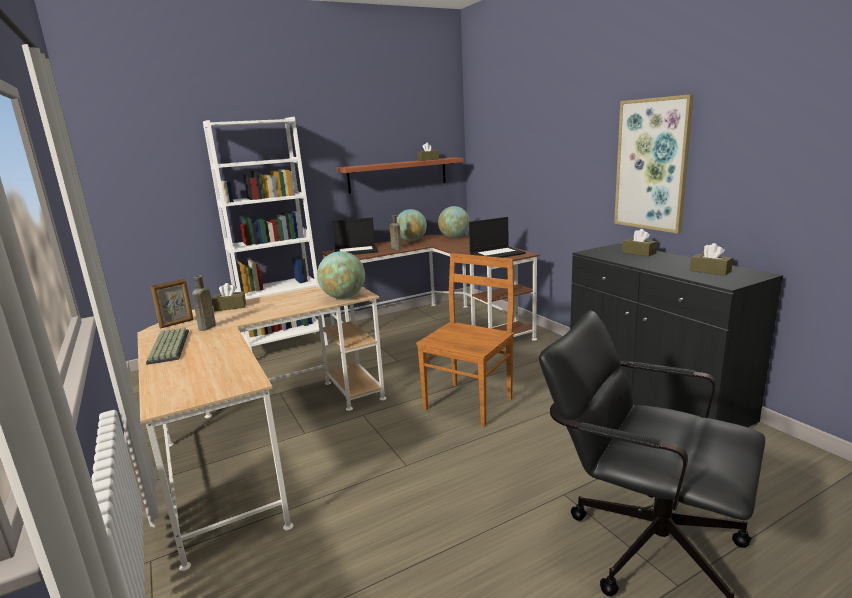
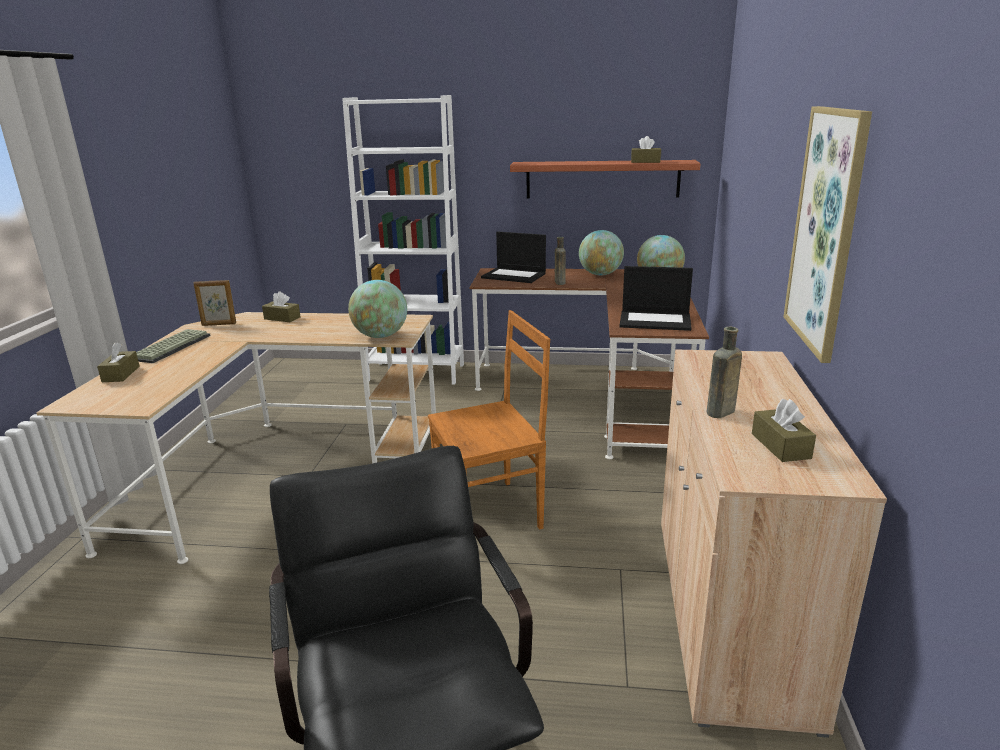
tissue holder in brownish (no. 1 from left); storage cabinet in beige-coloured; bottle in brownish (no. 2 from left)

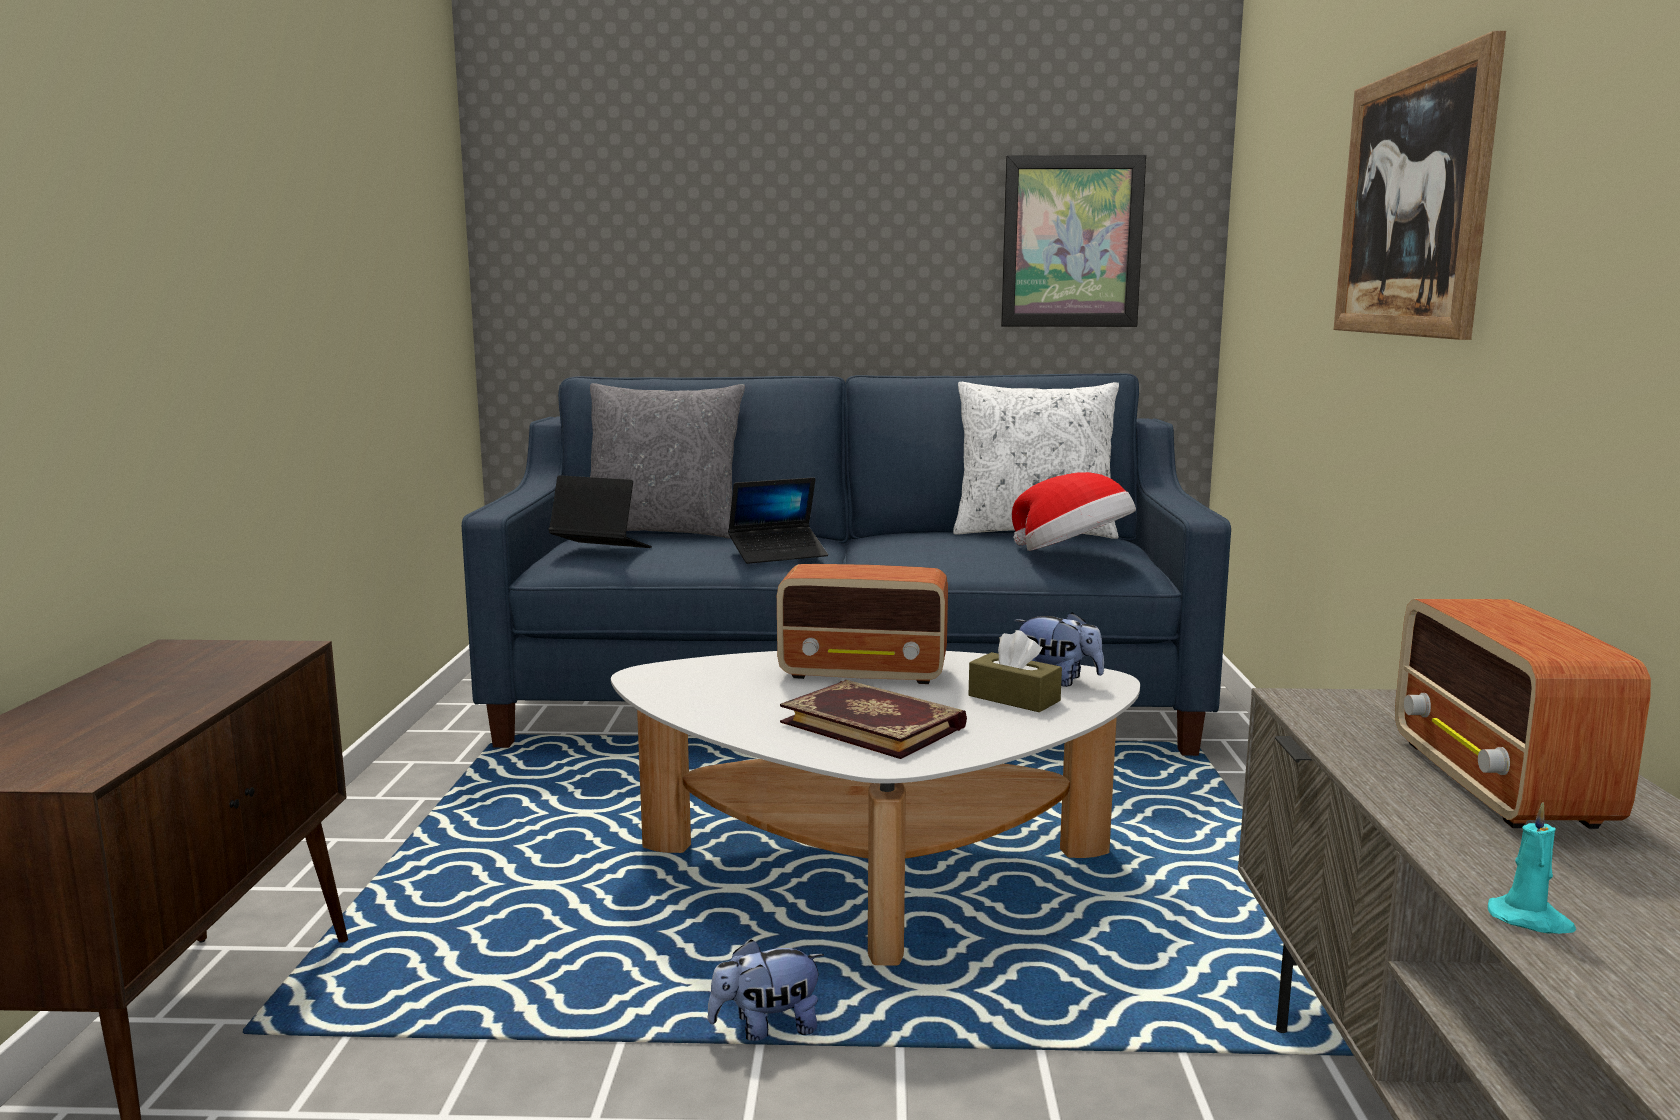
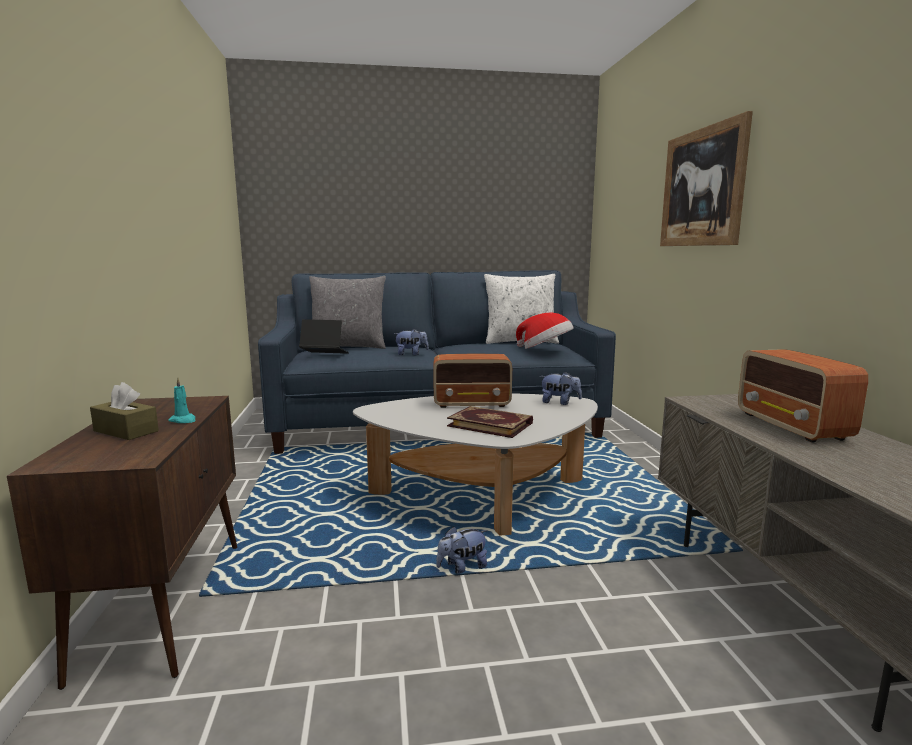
wall art (no. 1 from left in the first image); soft toy (no. 1 from left); tissue holder in brownish; candle in turquoise

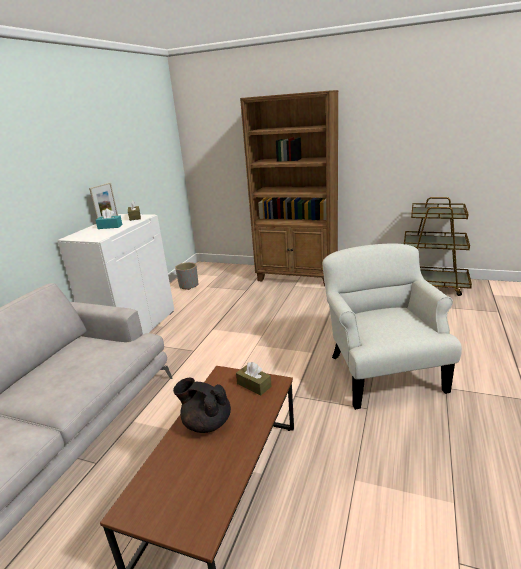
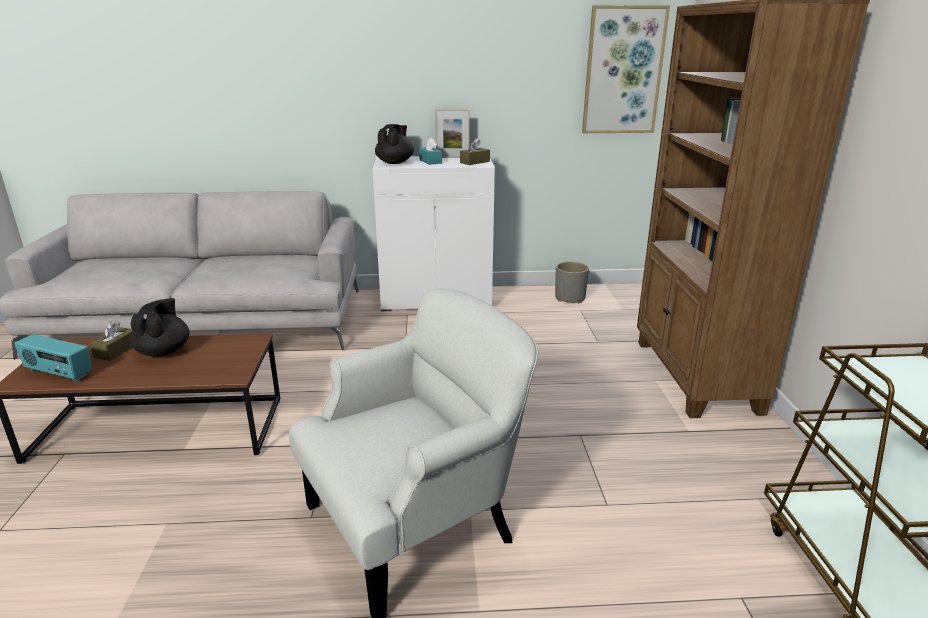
tissue holder in brownish (no. 1 from left); wall art; pot for tea in black-coloured (no. 2 from left); radio receiver

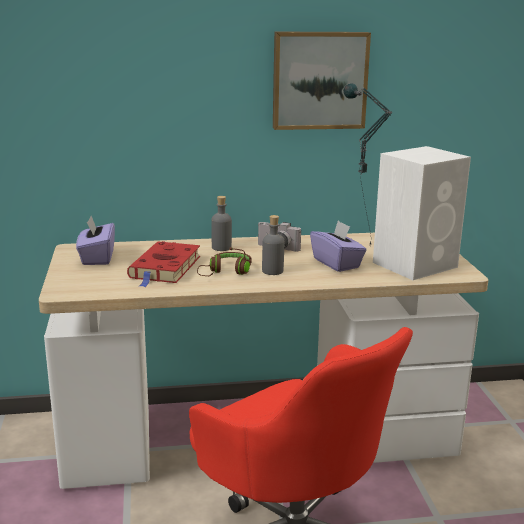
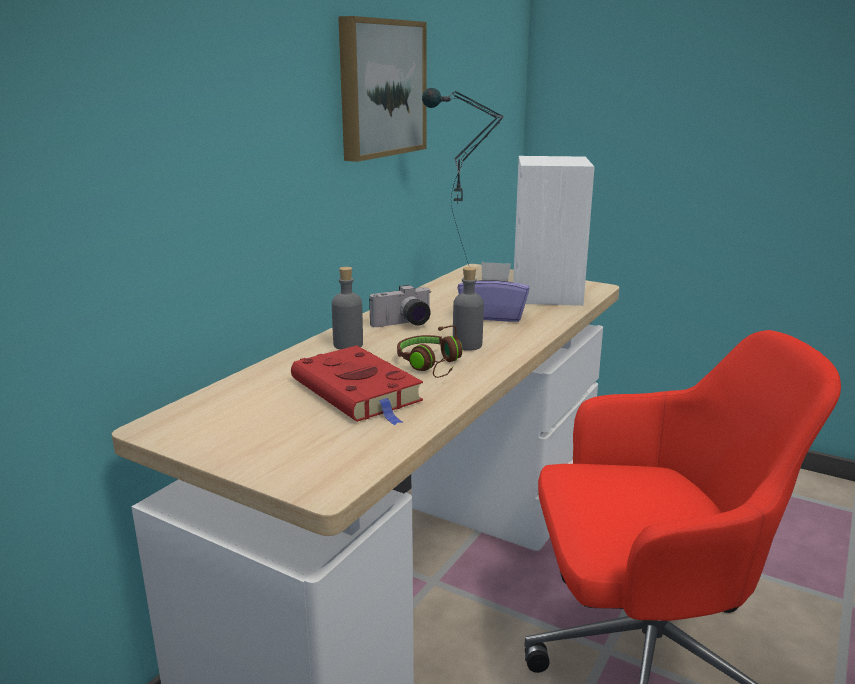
tissue holder in purple (no. 1 from left in the first image)

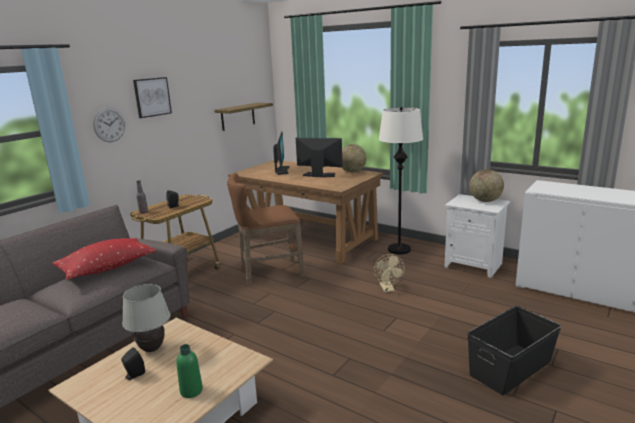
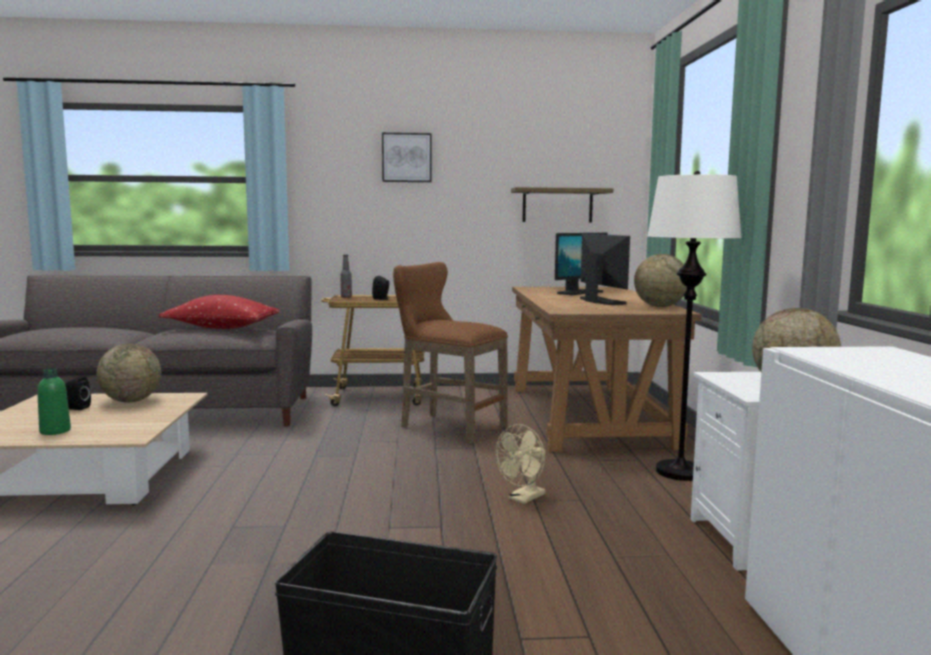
clock on the wall; globe (no. 1 from left)

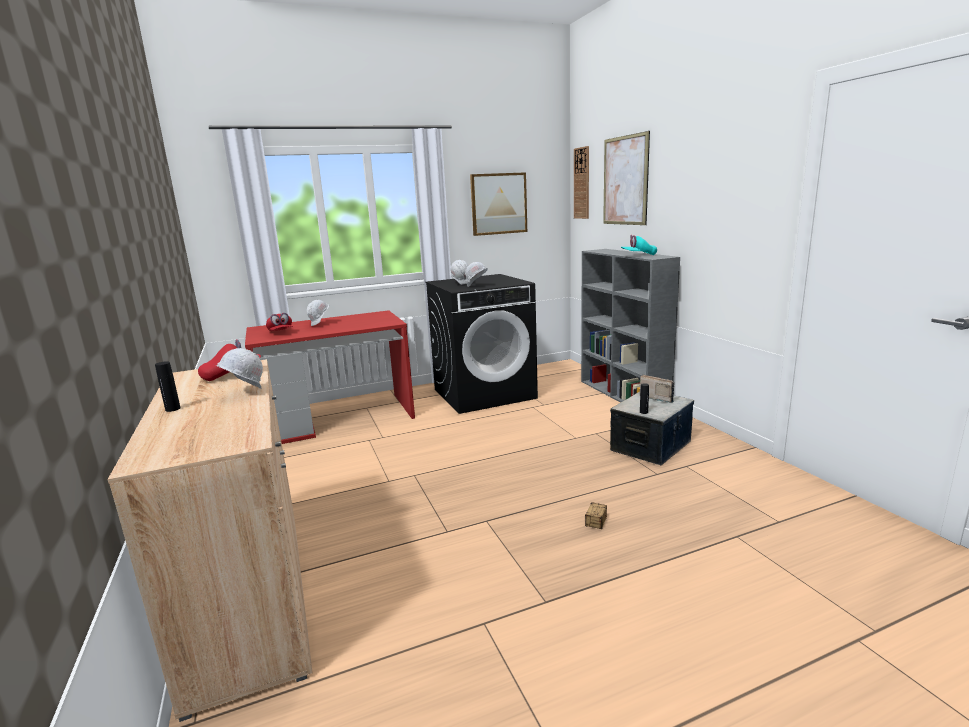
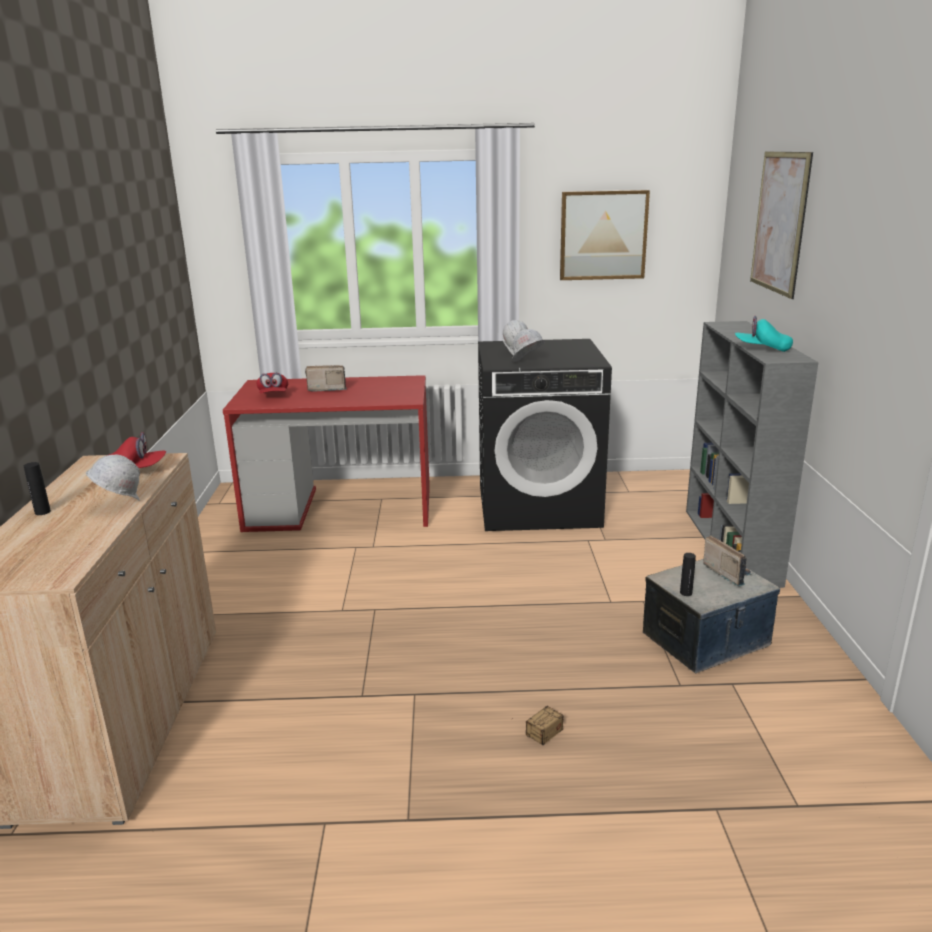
clock on the wall; radio receiver (no. 1 from left)

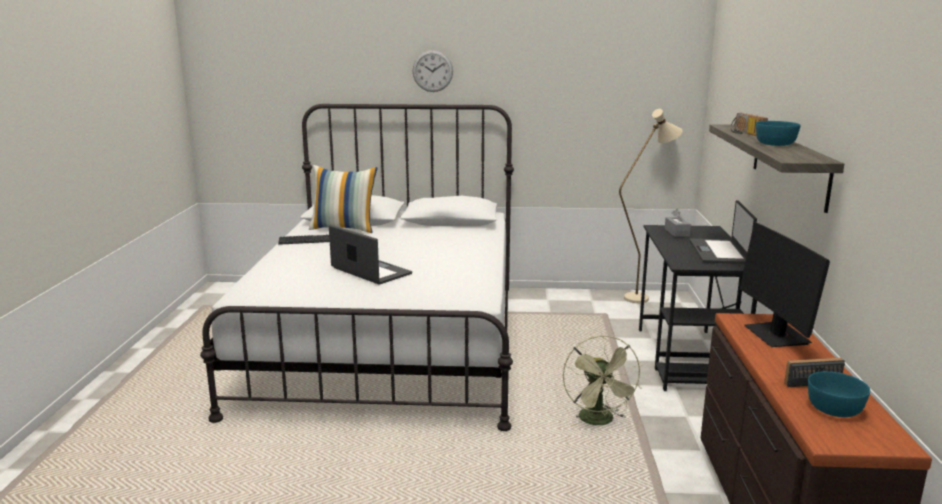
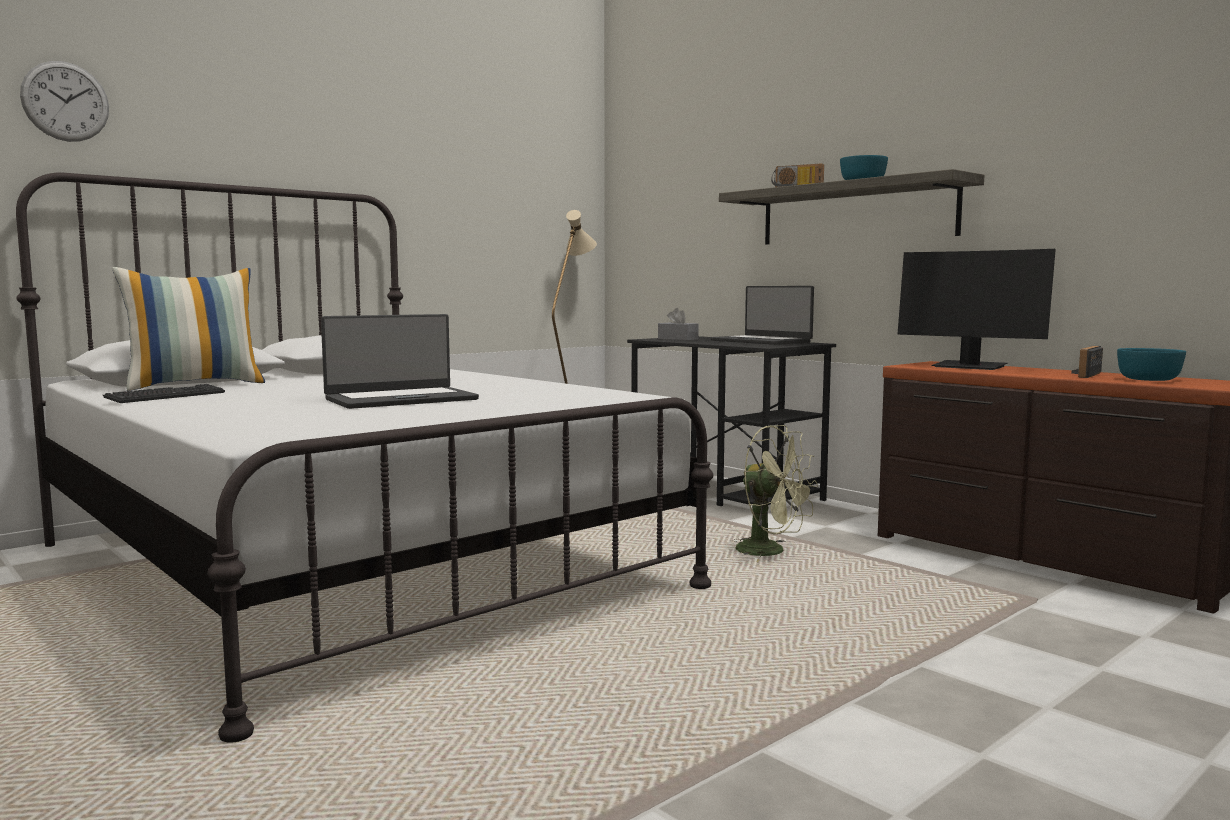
clock on the wall; notebook computer (no. 1 from left)

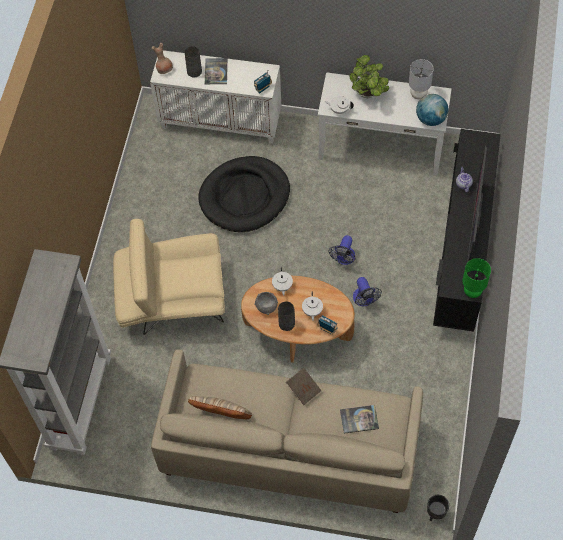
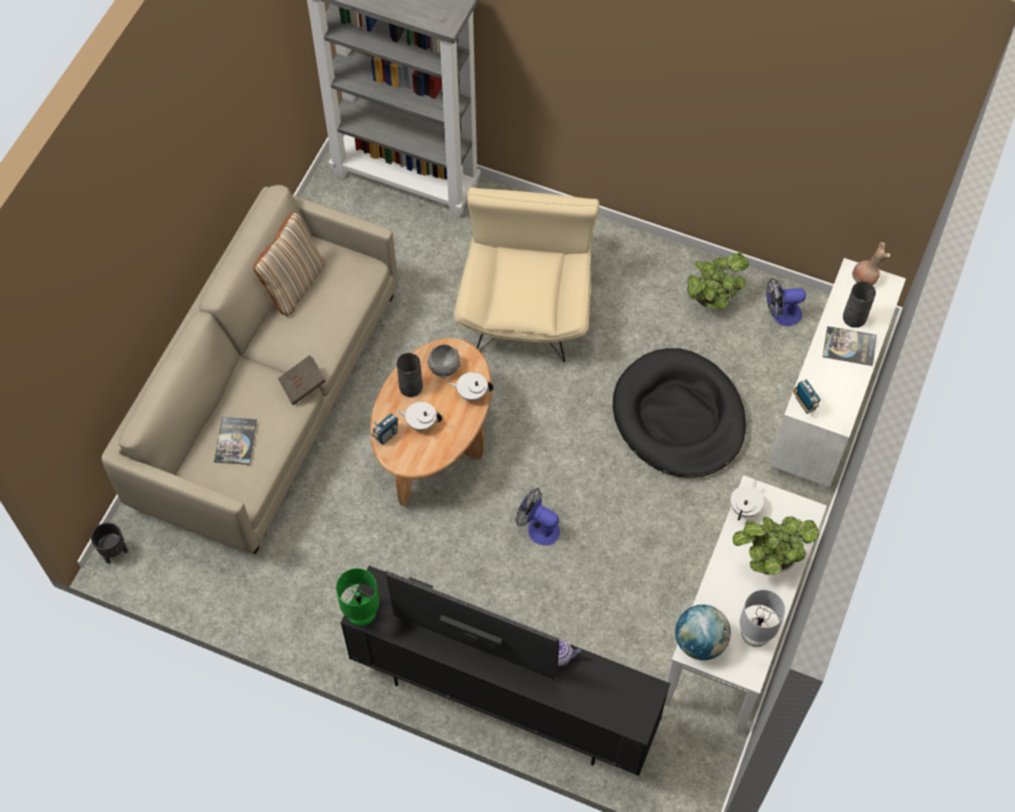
cooling fan (no. 2 from left); potted plant (no. 1 from left)

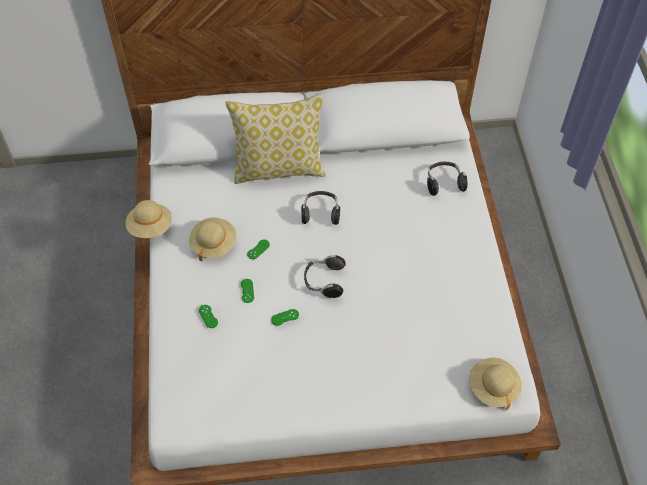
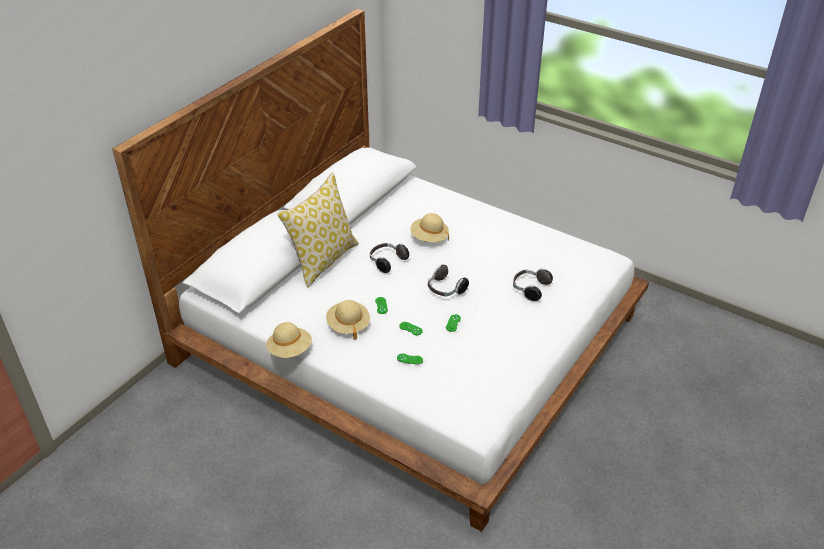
headphones (no. 3 from left); hat in beige-coloured (no. 3 from left)

